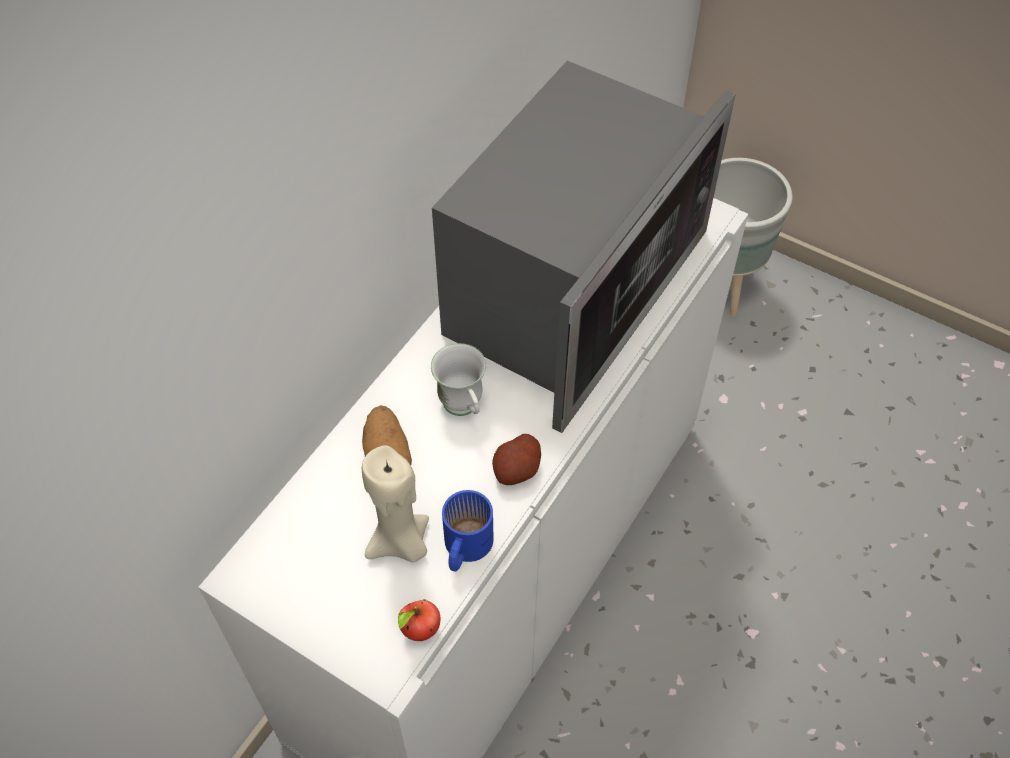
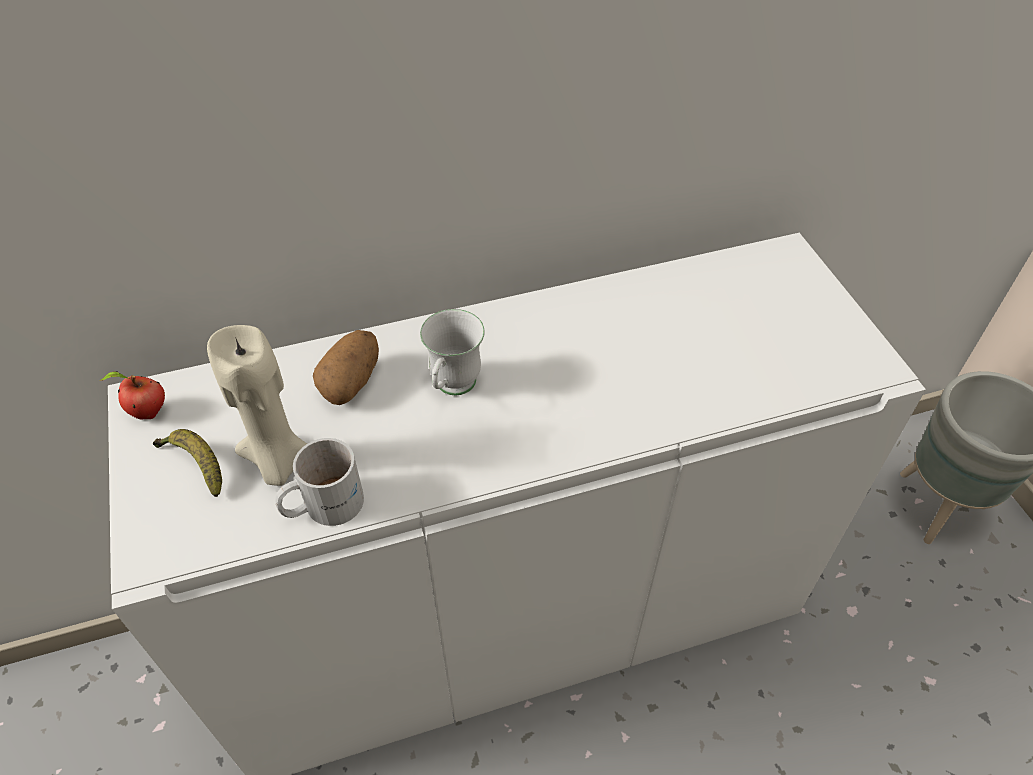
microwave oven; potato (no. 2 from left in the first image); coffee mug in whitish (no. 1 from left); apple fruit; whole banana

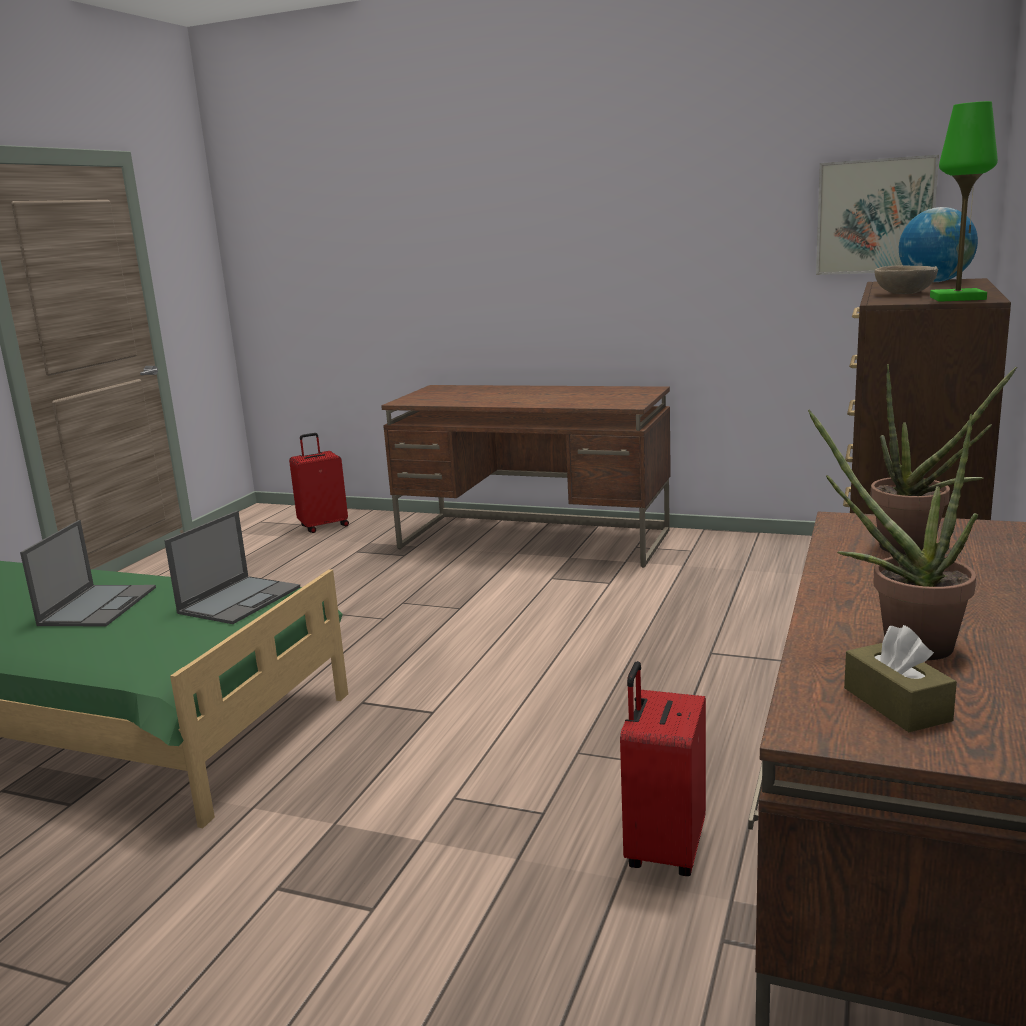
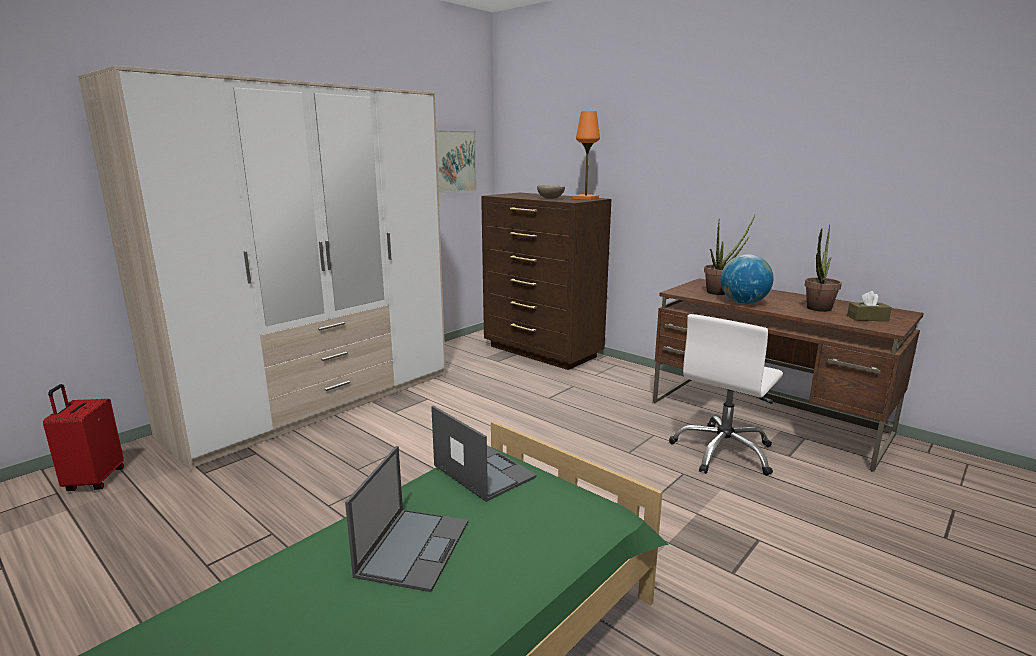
tabletop lamp in orange-coloured; globe; wardrobe; notebook computer (no. 1 from left); desk chair in whitish

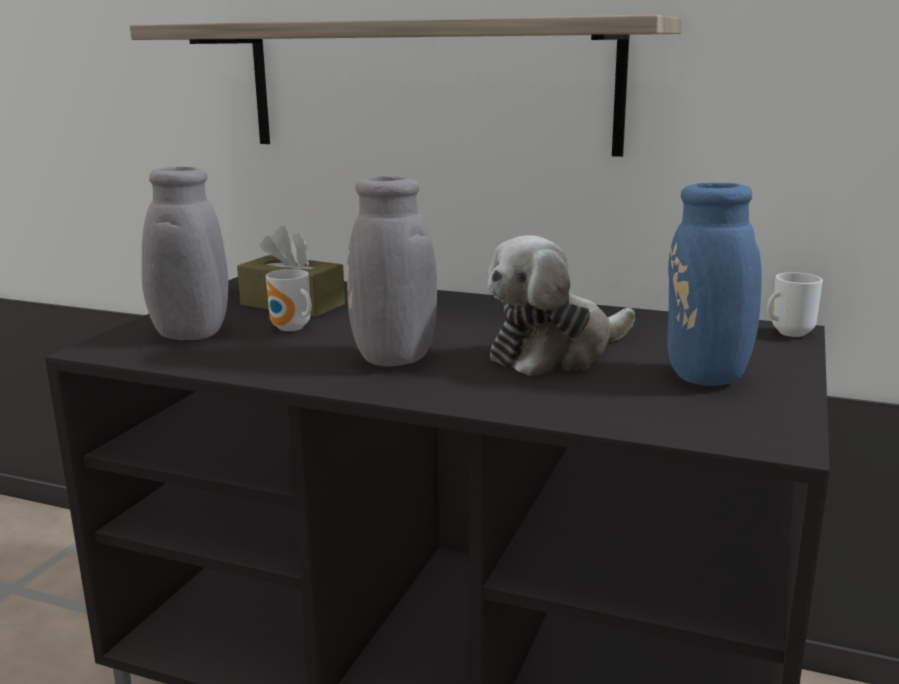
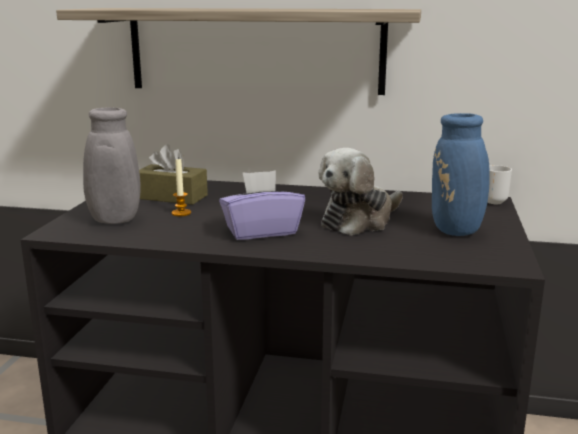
tissue holder in purple; candle

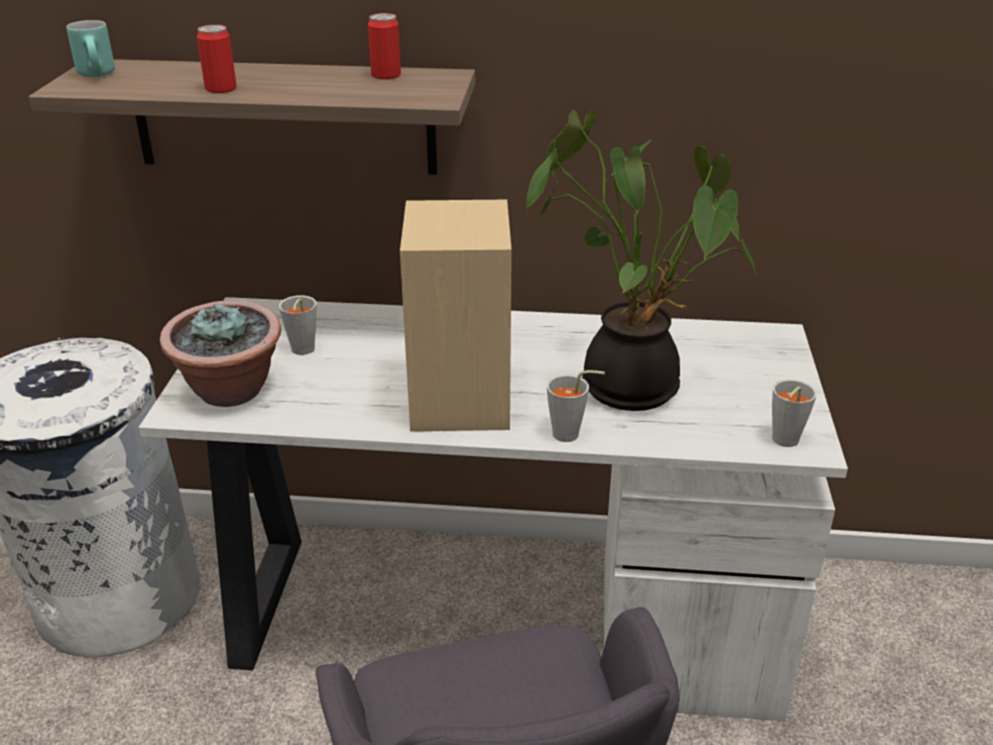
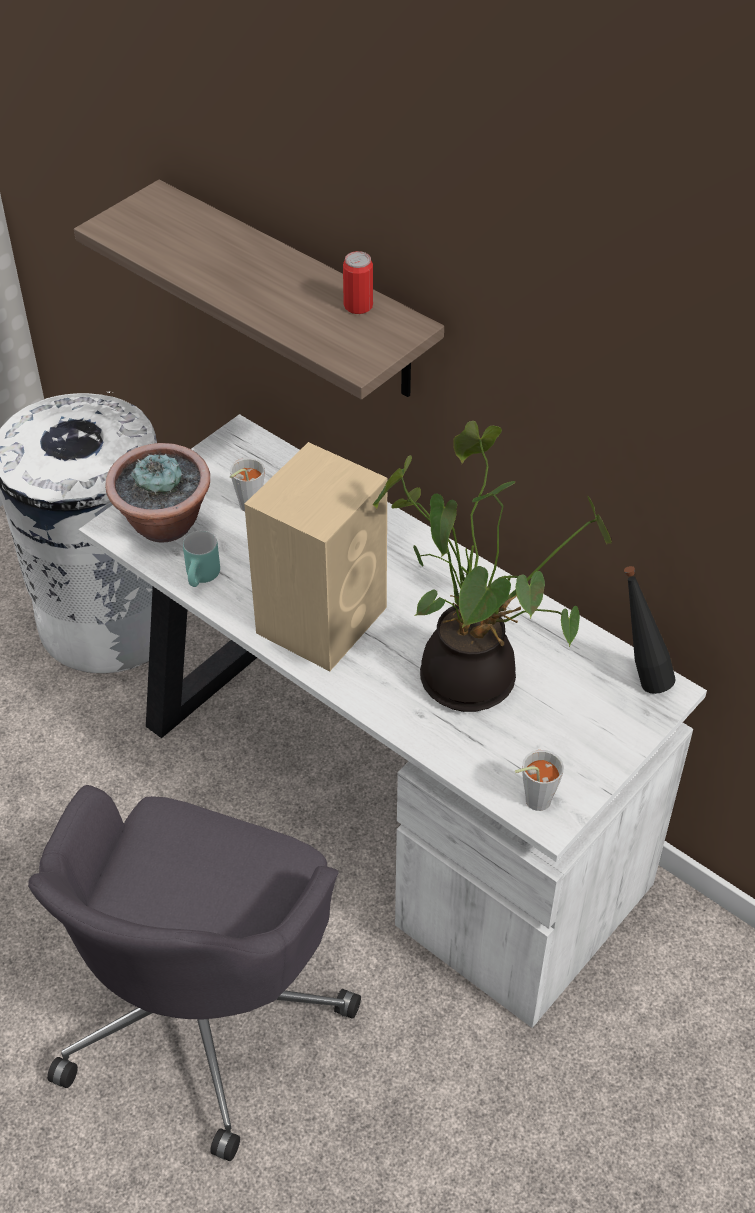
coffee mug in turquoise; metal can (no. 1 from left in the first image); small cup in gray (no. 2 from left in the first image); bottle in black-coloured

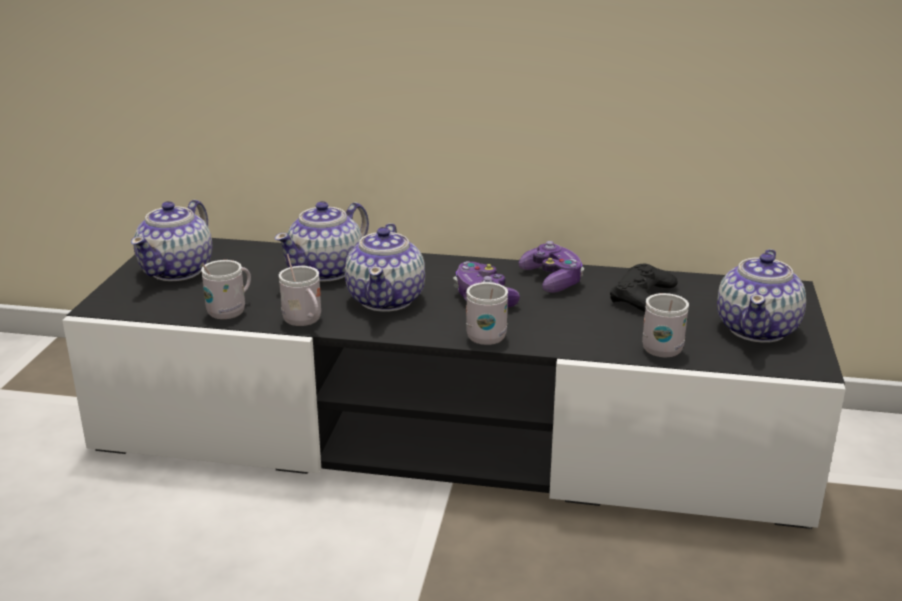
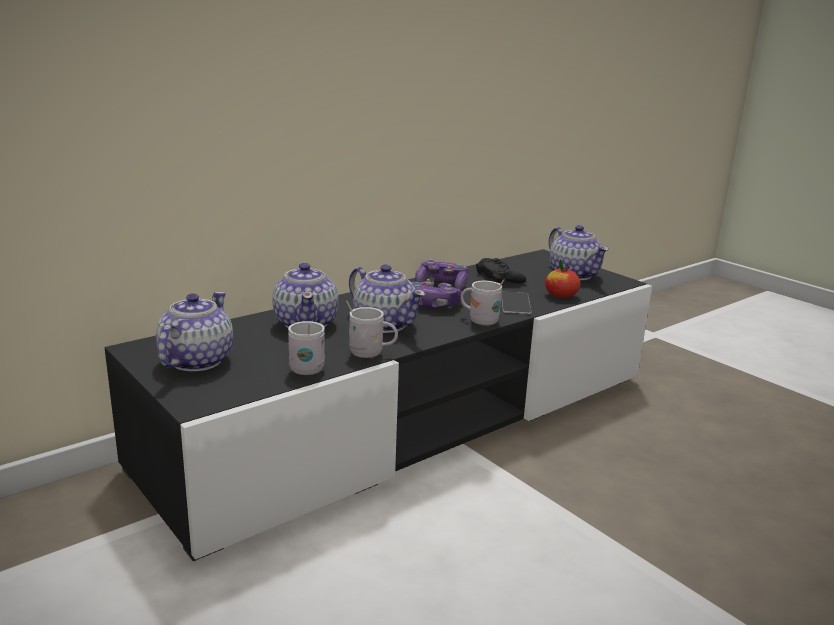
pot for tea (no. 1 from left); apple fruit; phone

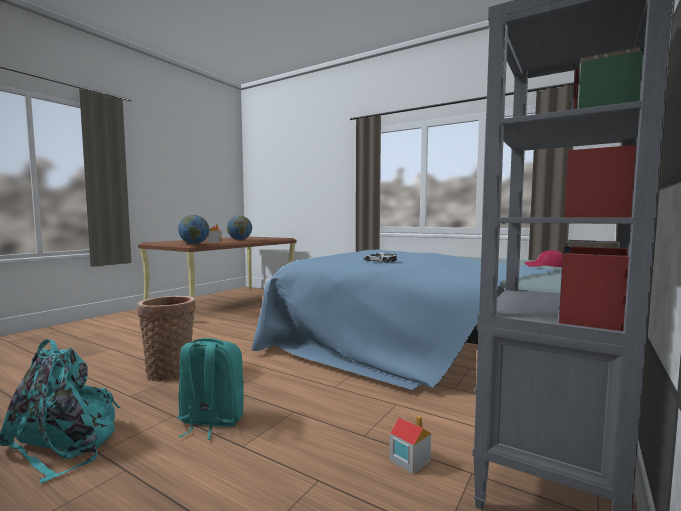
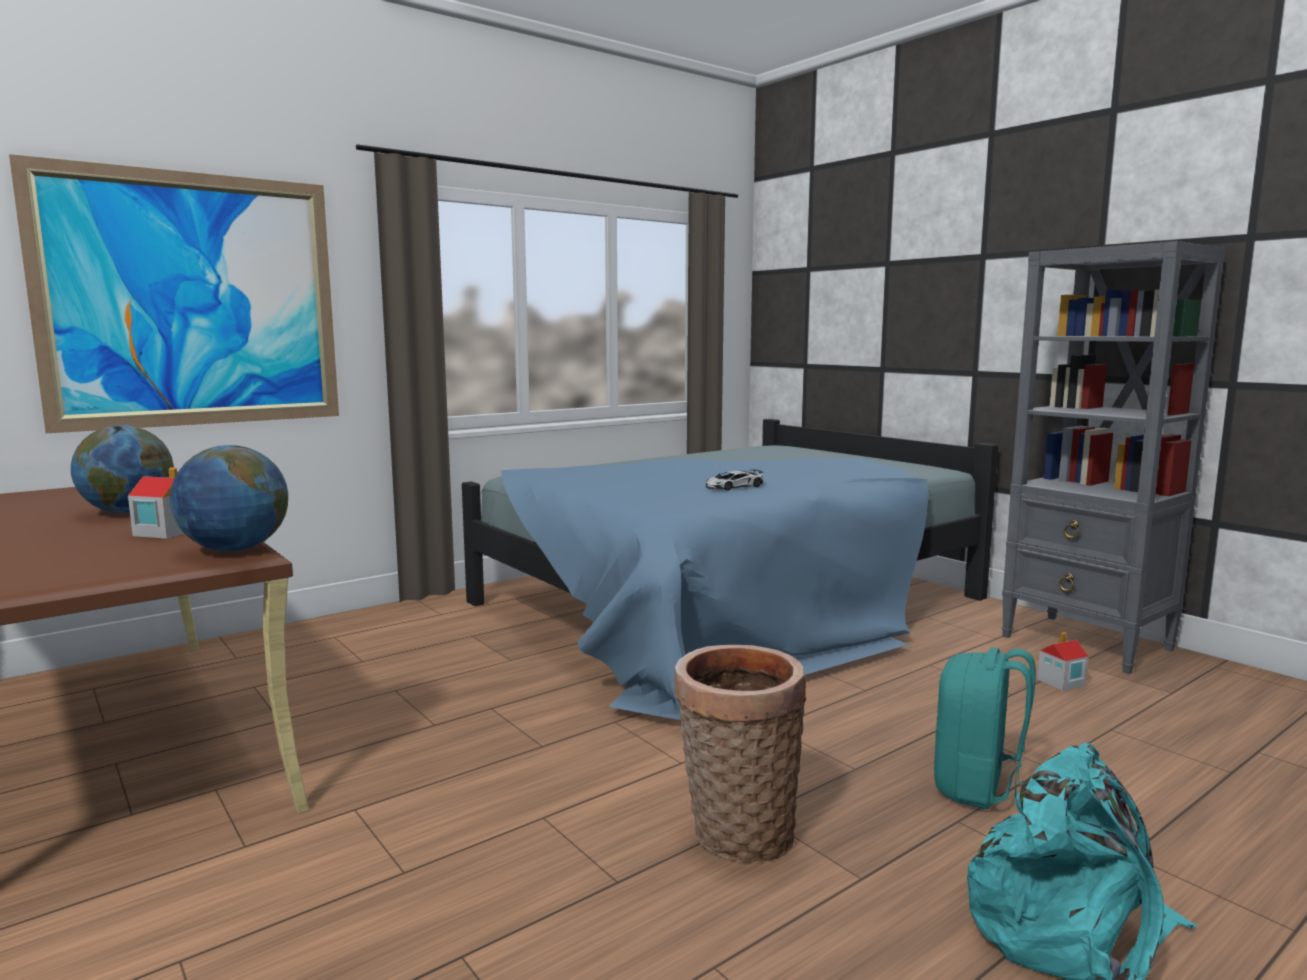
peaked cap in red; wall art

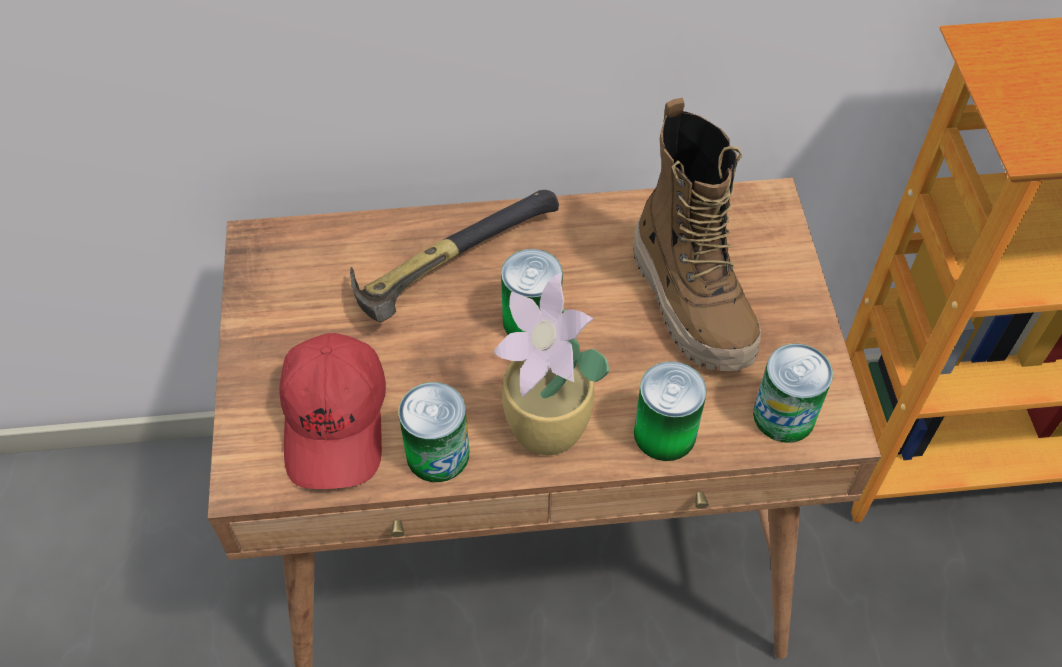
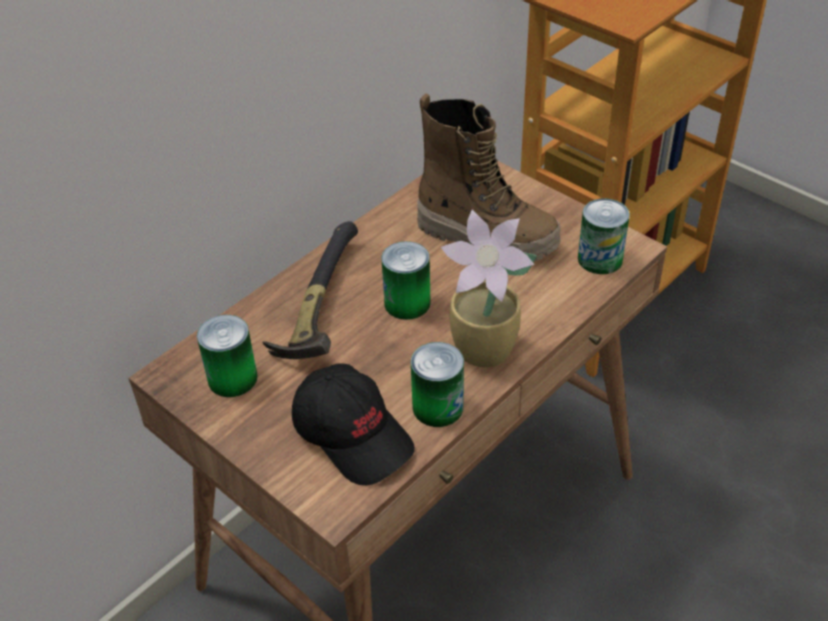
peaked cap in black-coloured; metal can (no. 1 from left)

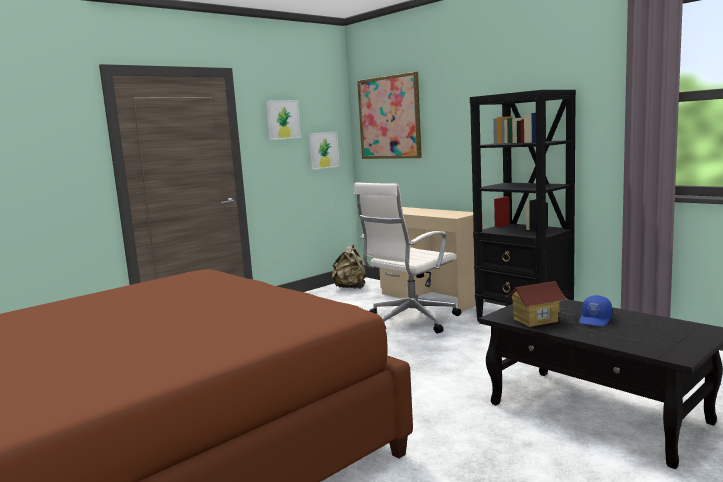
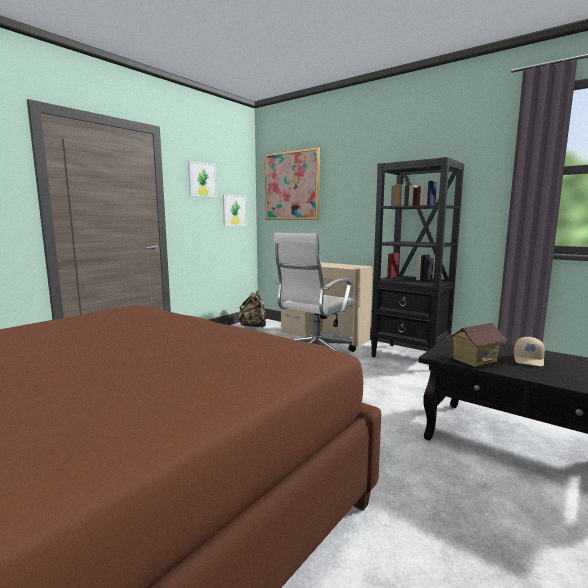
peaked cap in beige-coloured

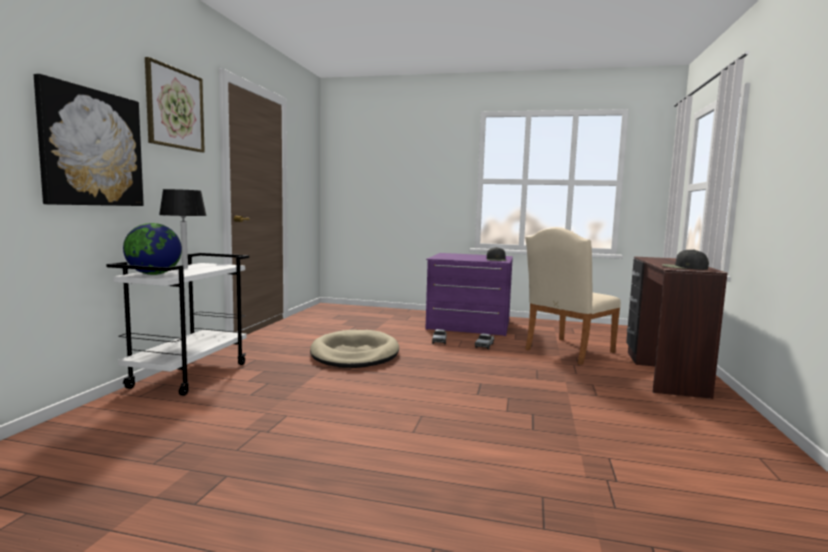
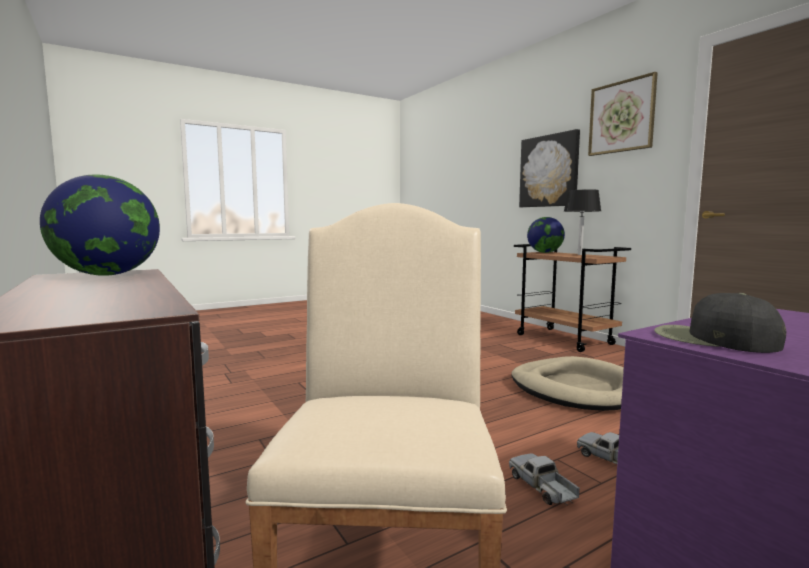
globe (no. 1 from left); cart in brownish

